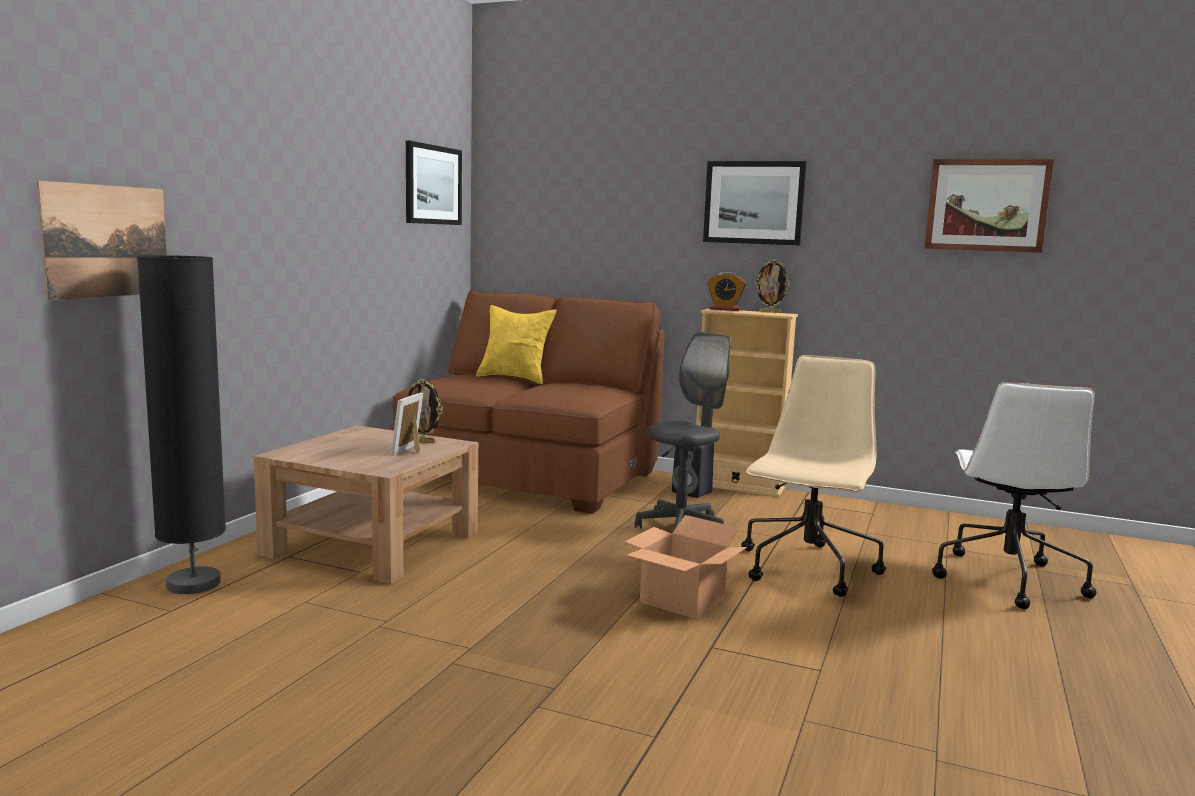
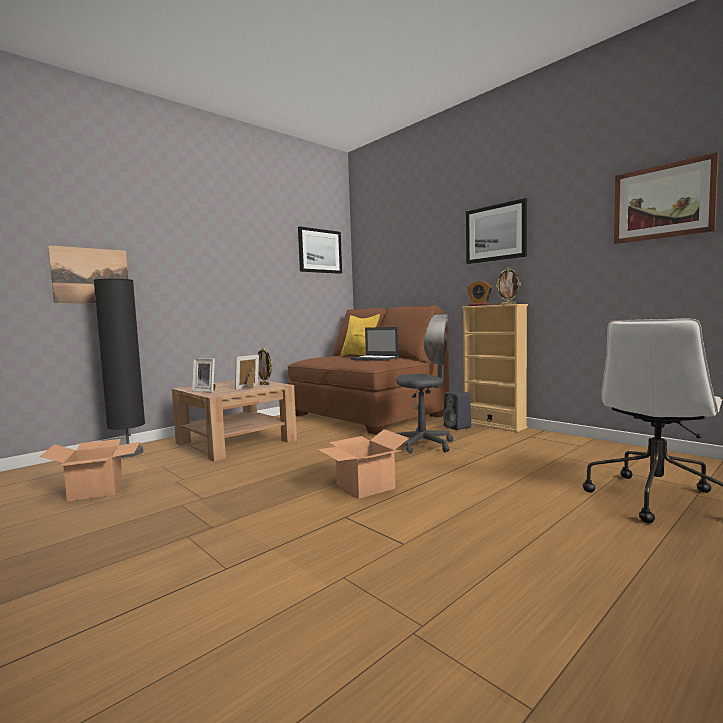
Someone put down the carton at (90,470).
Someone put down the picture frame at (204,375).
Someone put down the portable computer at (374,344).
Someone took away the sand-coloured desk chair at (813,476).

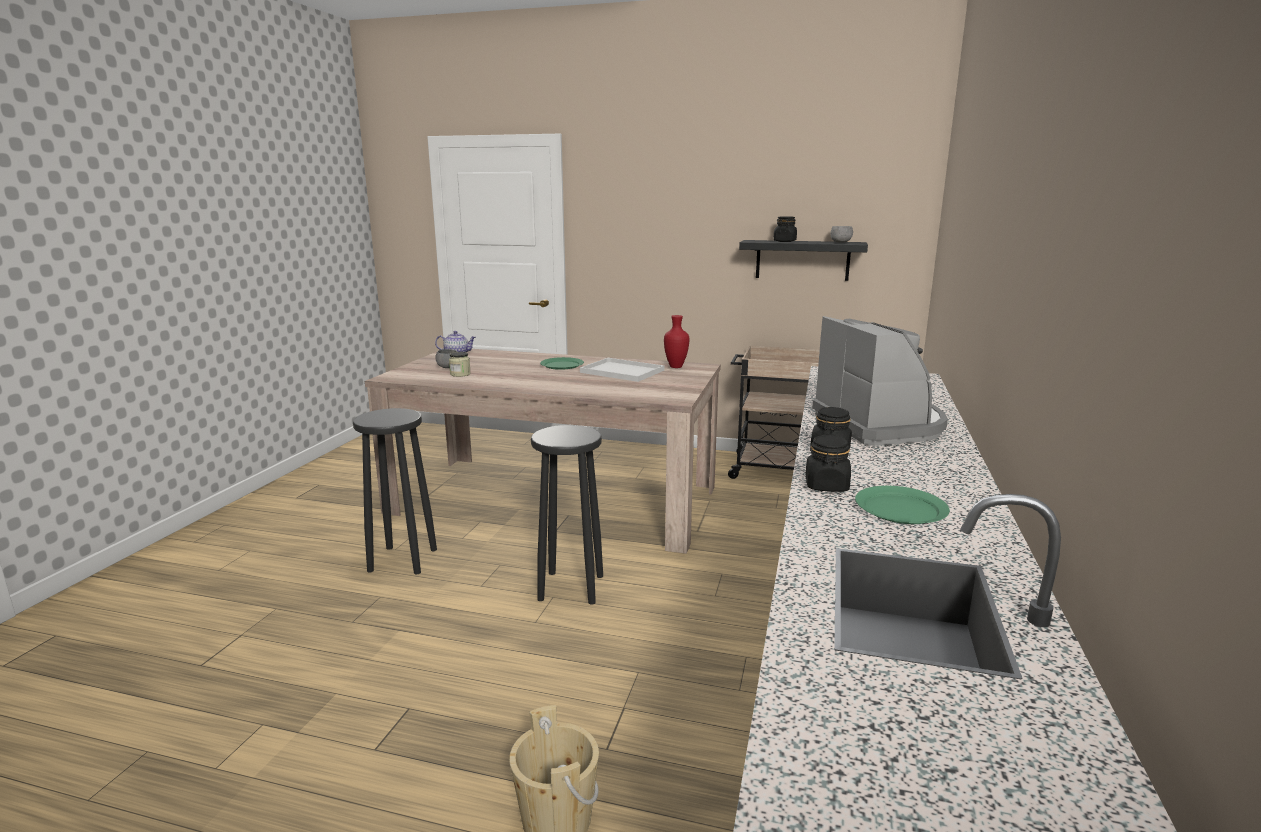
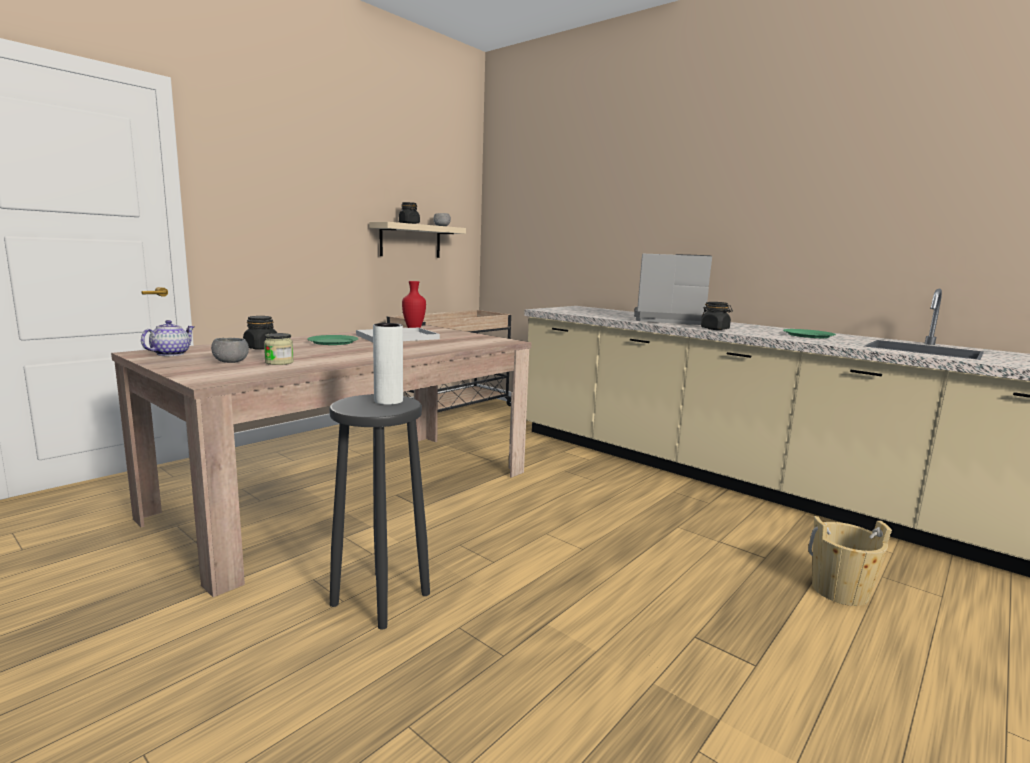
Someone carried the black jar from (828,463) to (260,333).
Someone repainted the black wall shelf at (803,260), which became the sand-coloured wall shelf at (417,240).
Someone put down the whitish flower vase at (388,364).
Someone took away the black sitting stool at (567,515).

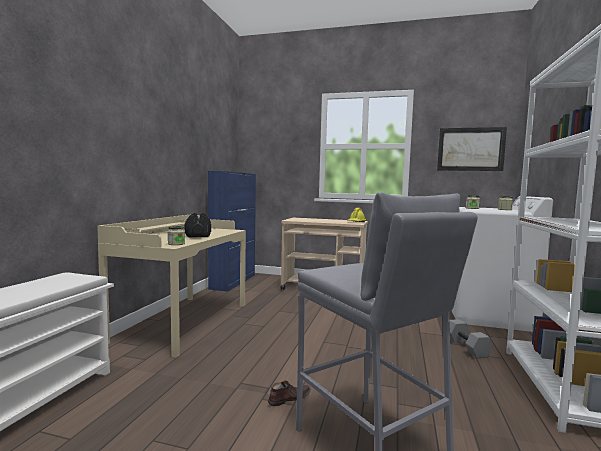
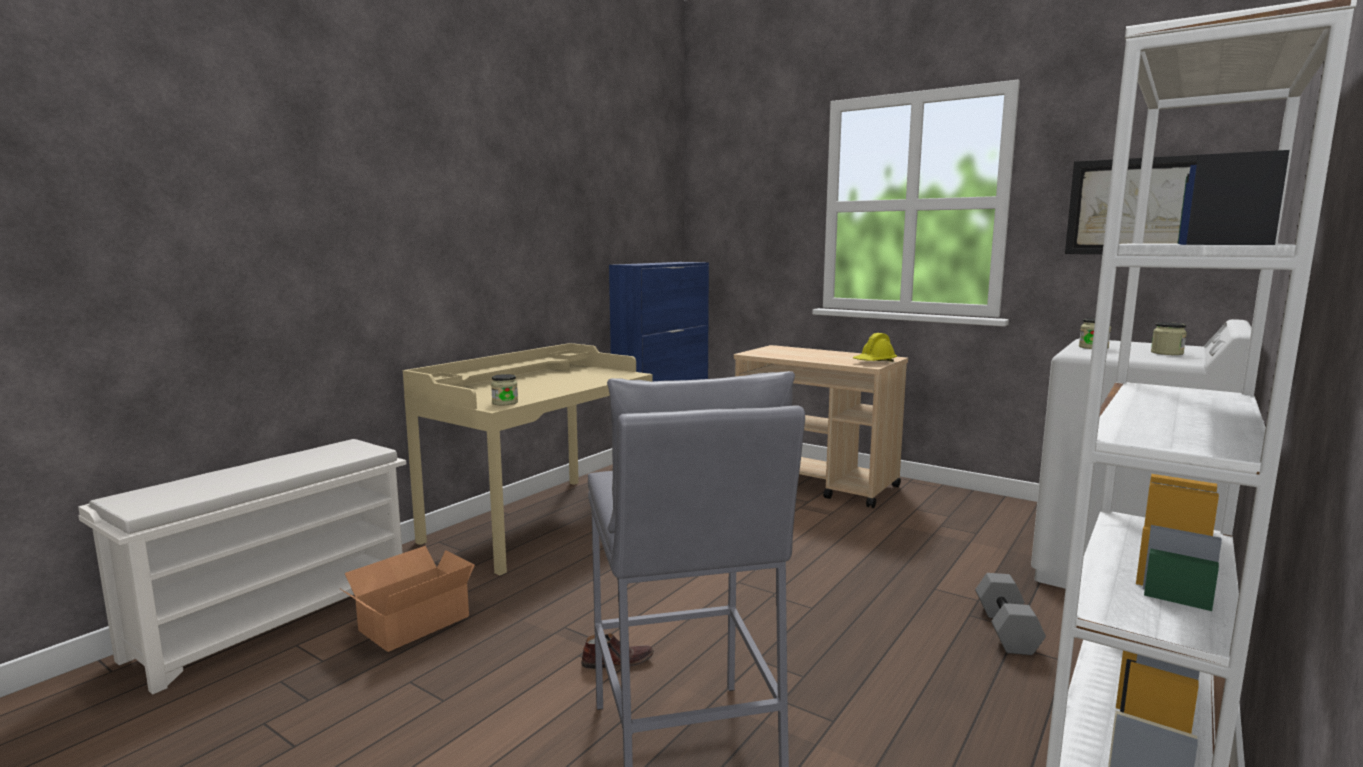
Someone put down the carton at (408,599).
Someone took away the black free weight at (197,225).

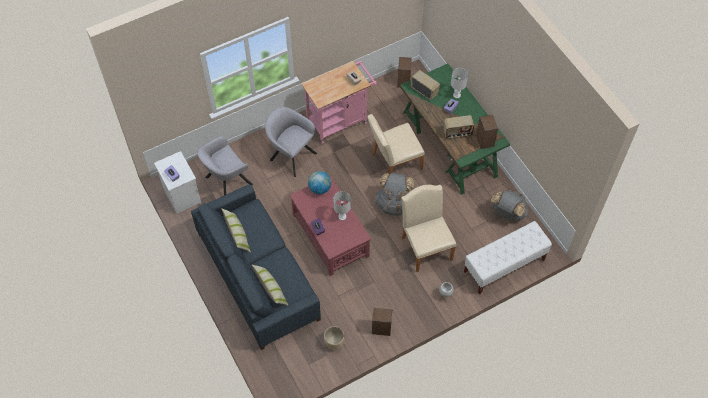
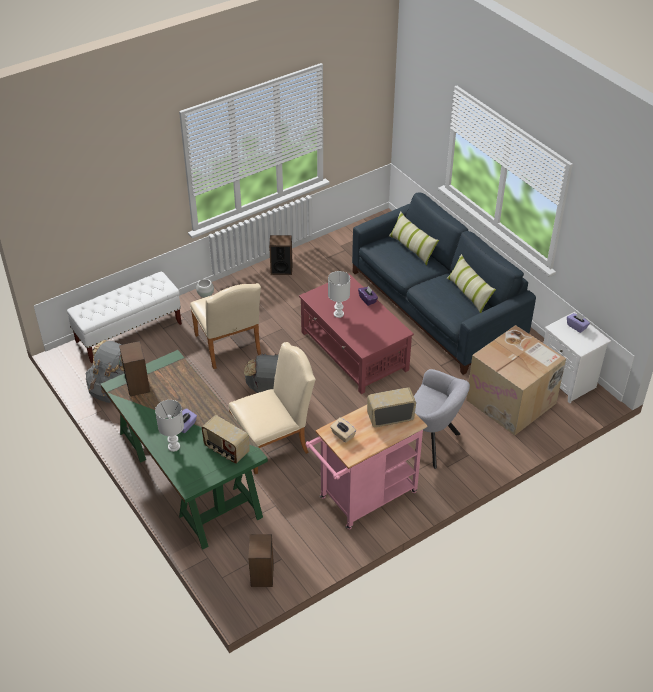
Someone carried the radio receiver from (458,127) to (391,407).
Someone swapped the greyish armchair at (225,165) for the carton at (516,380).
Someone took away the world globe at (319,182).
Someone took away the sand-coloured flower pot at (334,338).

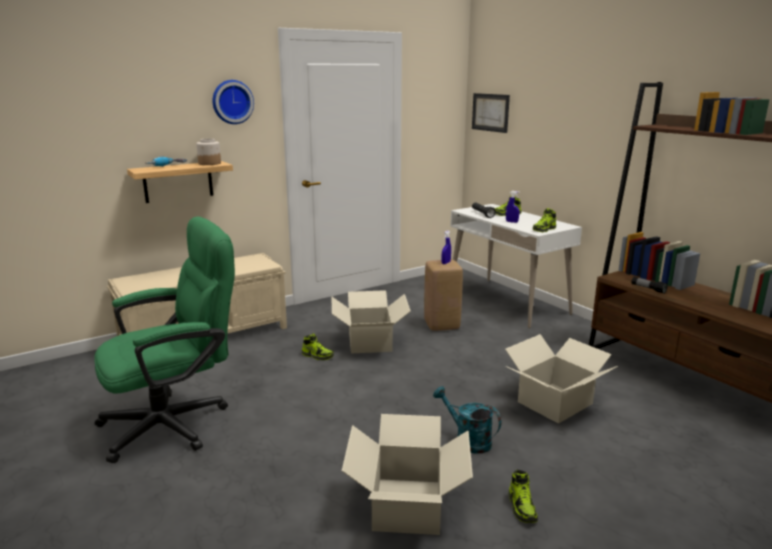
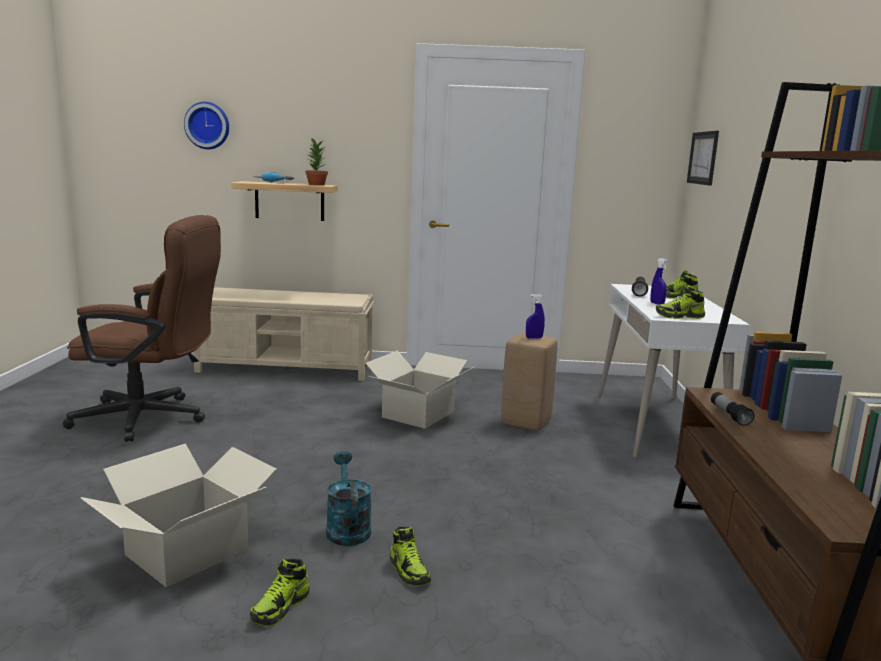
Someone repainted the green-coloured desk chair at (164,339), which became the brownish desk chair at (142,328).
Someone carried the wall clock from (233,102) to (206,125).
Someone swapped the jar at (208,151) for the plant in a pot at (316,161).
Someone carried the shoe from (318,346) to (410,556).
Someone took away the carton at (561,379).

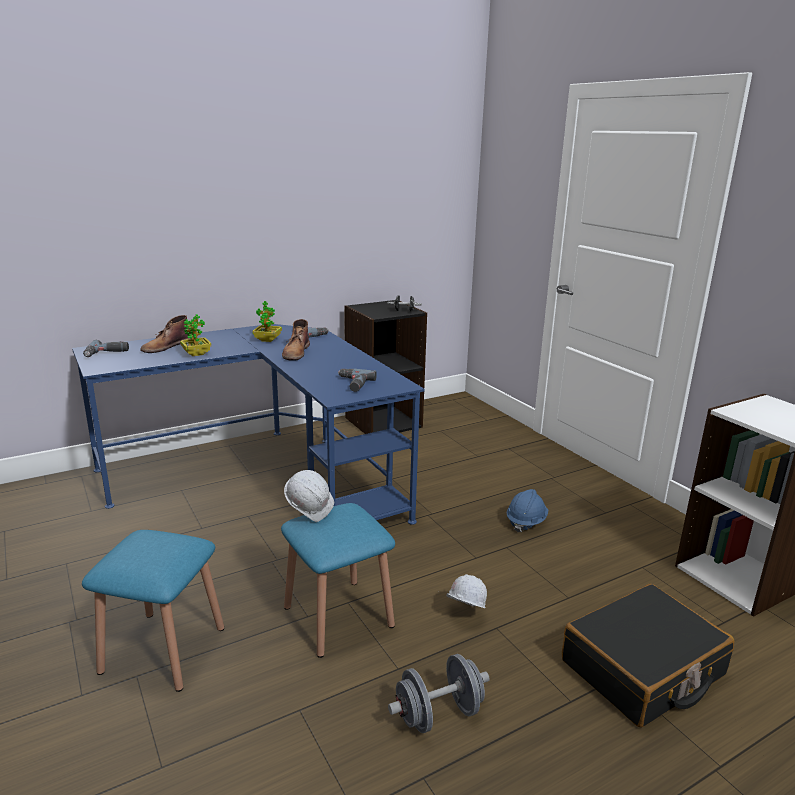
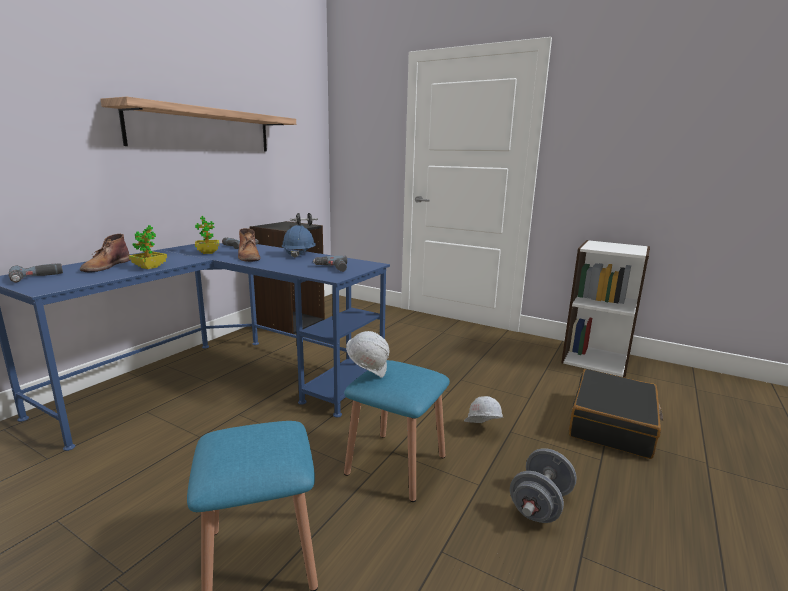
Someone put up the wall shelf at (198,124).
Someone carried the blue work helmet from (528,510) to (299,241).

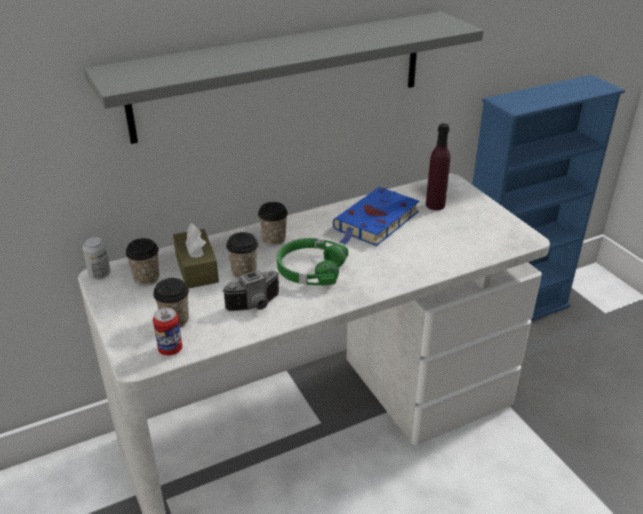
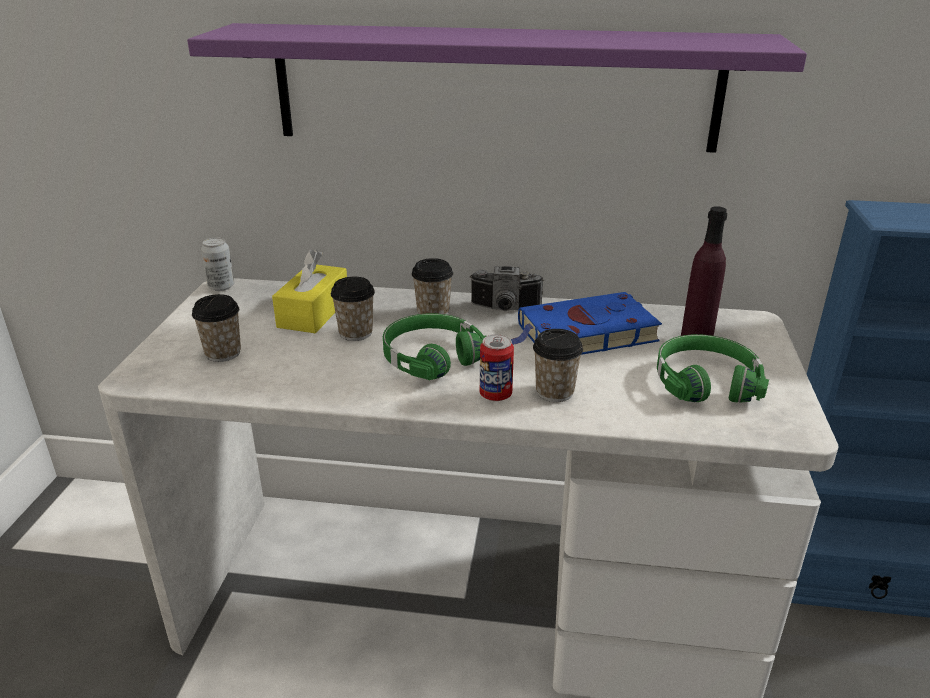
Someone repainted the greyish wall shelf at (283,77), which became the purple-coloured wall shelf at (497,88).
Someone repainted the brownish tissue holder at (196,256), which became the yellow tissue holder at (309,291).
Someone carried the photo camera from (251,290) to (506,288).
Someone carried the can from (167,332) to (497,367).
Someone carried the cup from (142,262) to (558,365).
Someone put down the green-coloured headset at (713,368).

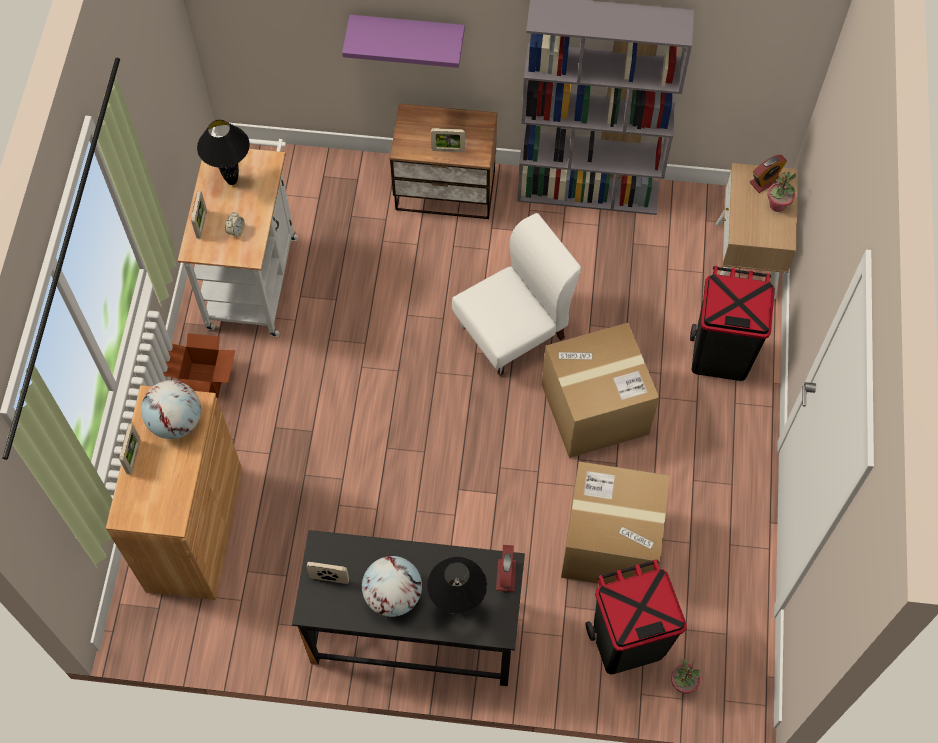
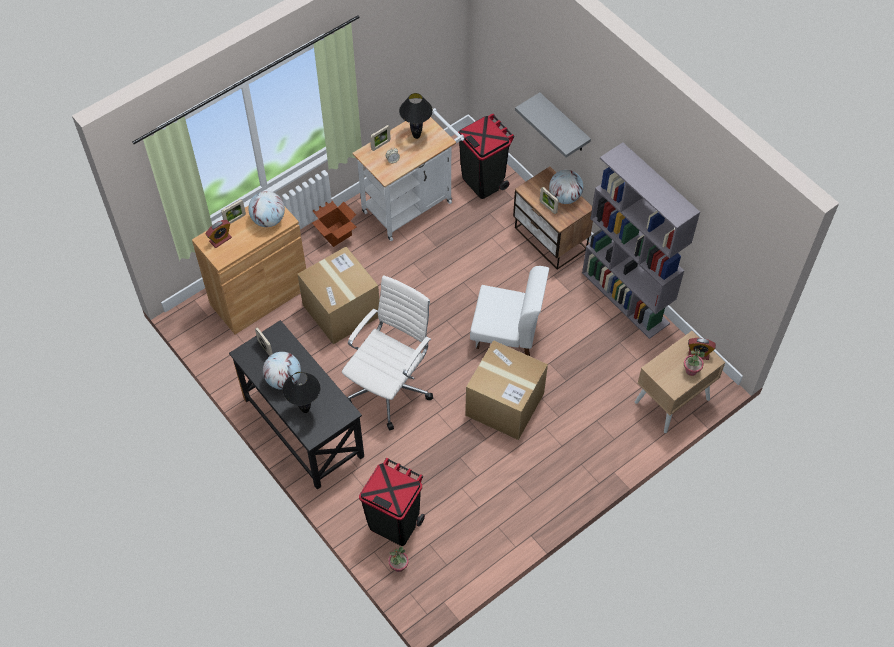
Someone carried the alarm clock from (506,568) to (218,234).
Someone carried the carton from (615,522) to (338,295).
Someone put down the whitish desk chair at (387,353).
Someone carried the black trash can from (732,323) to (486,156).
Someone repainted the purple-coloured wall shelf at (403,41), which became the greyish wall shelf at (553,125).
Someone put down the world globe at (566,187).

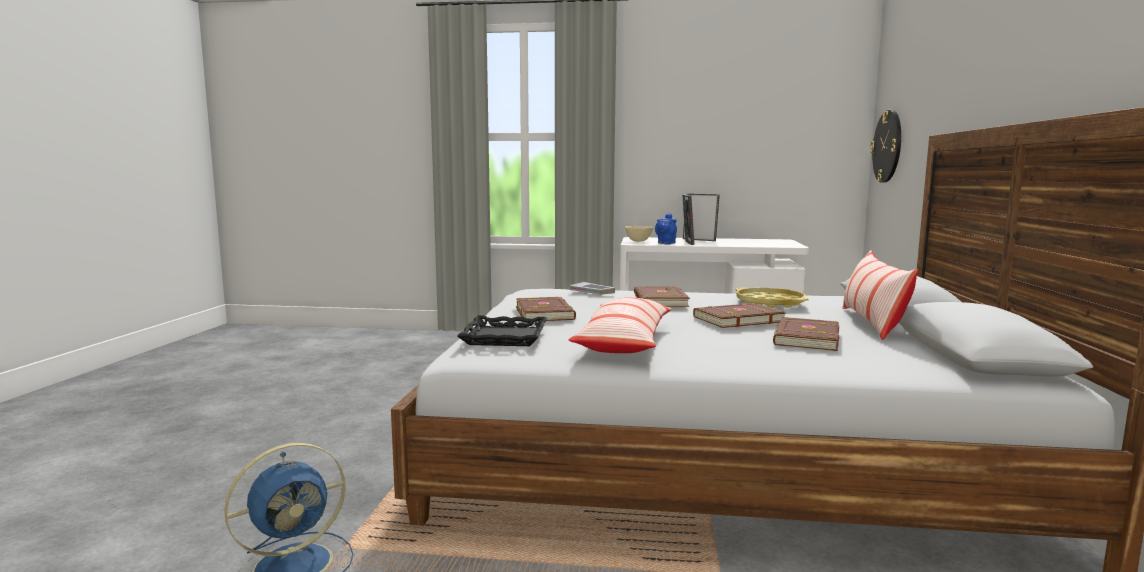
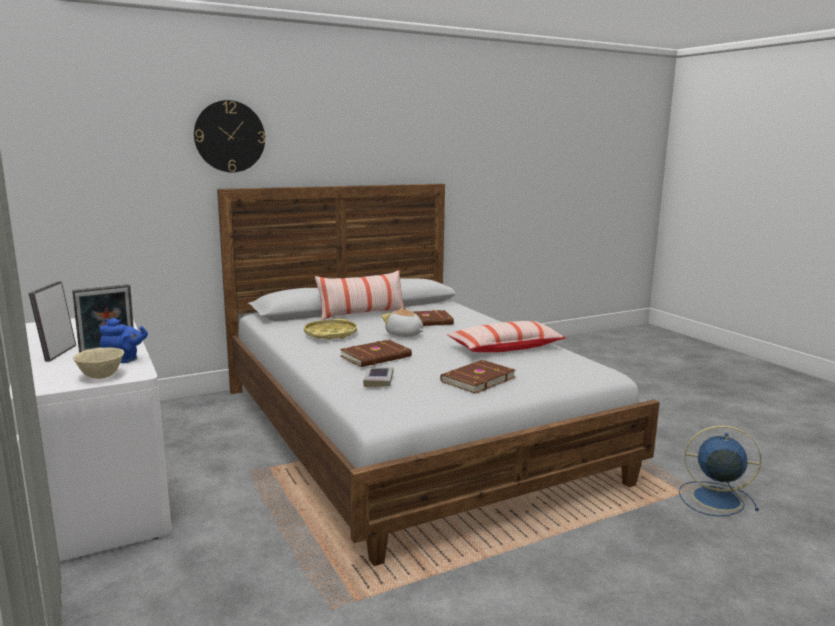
Someone carried the wall clock from (885,146) to (229,136).
Someone swapped the brownish volume at (739,315) for the soft toy at (402,322).
Someone took away the black tray at (502,331).

